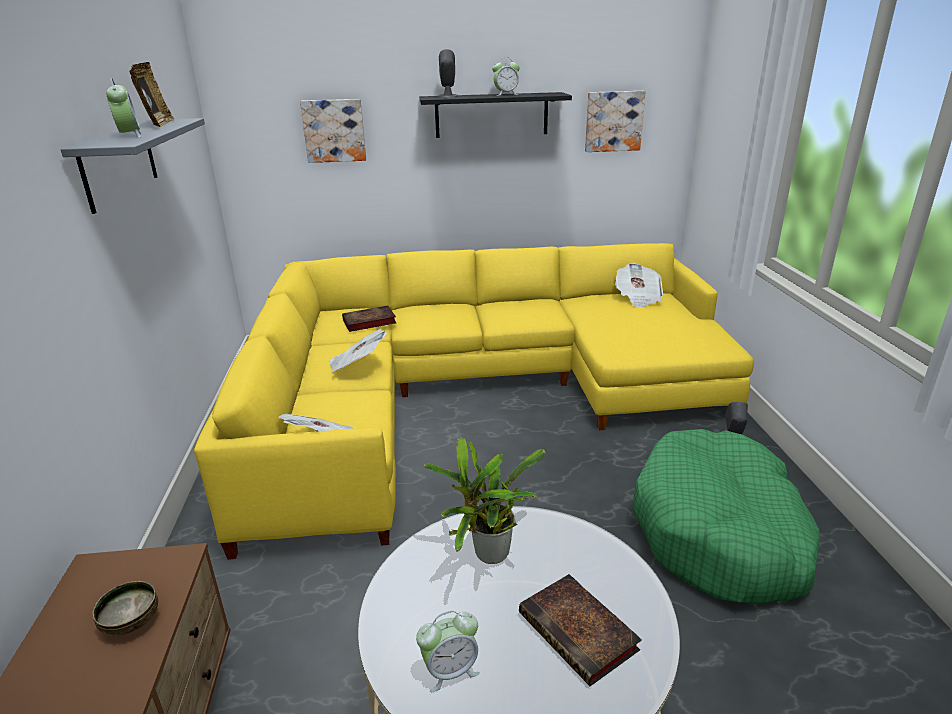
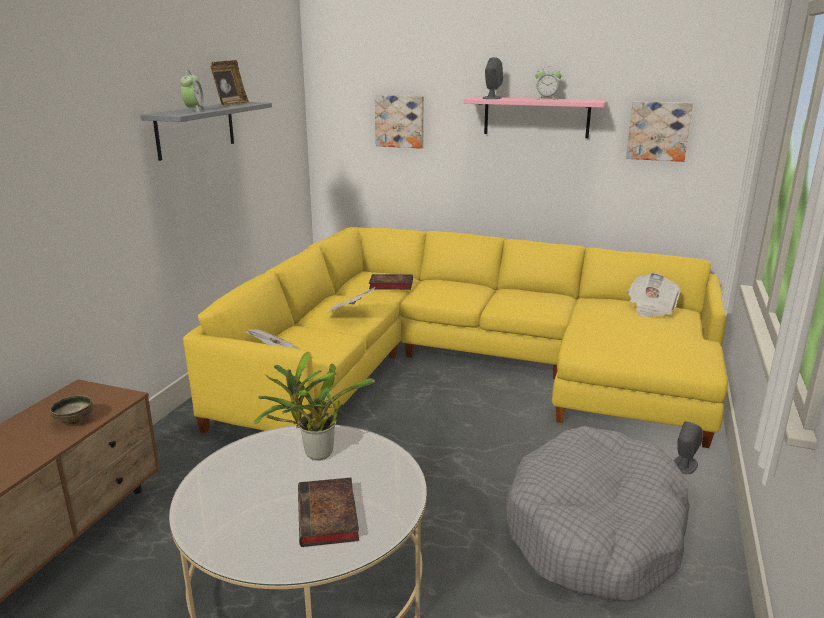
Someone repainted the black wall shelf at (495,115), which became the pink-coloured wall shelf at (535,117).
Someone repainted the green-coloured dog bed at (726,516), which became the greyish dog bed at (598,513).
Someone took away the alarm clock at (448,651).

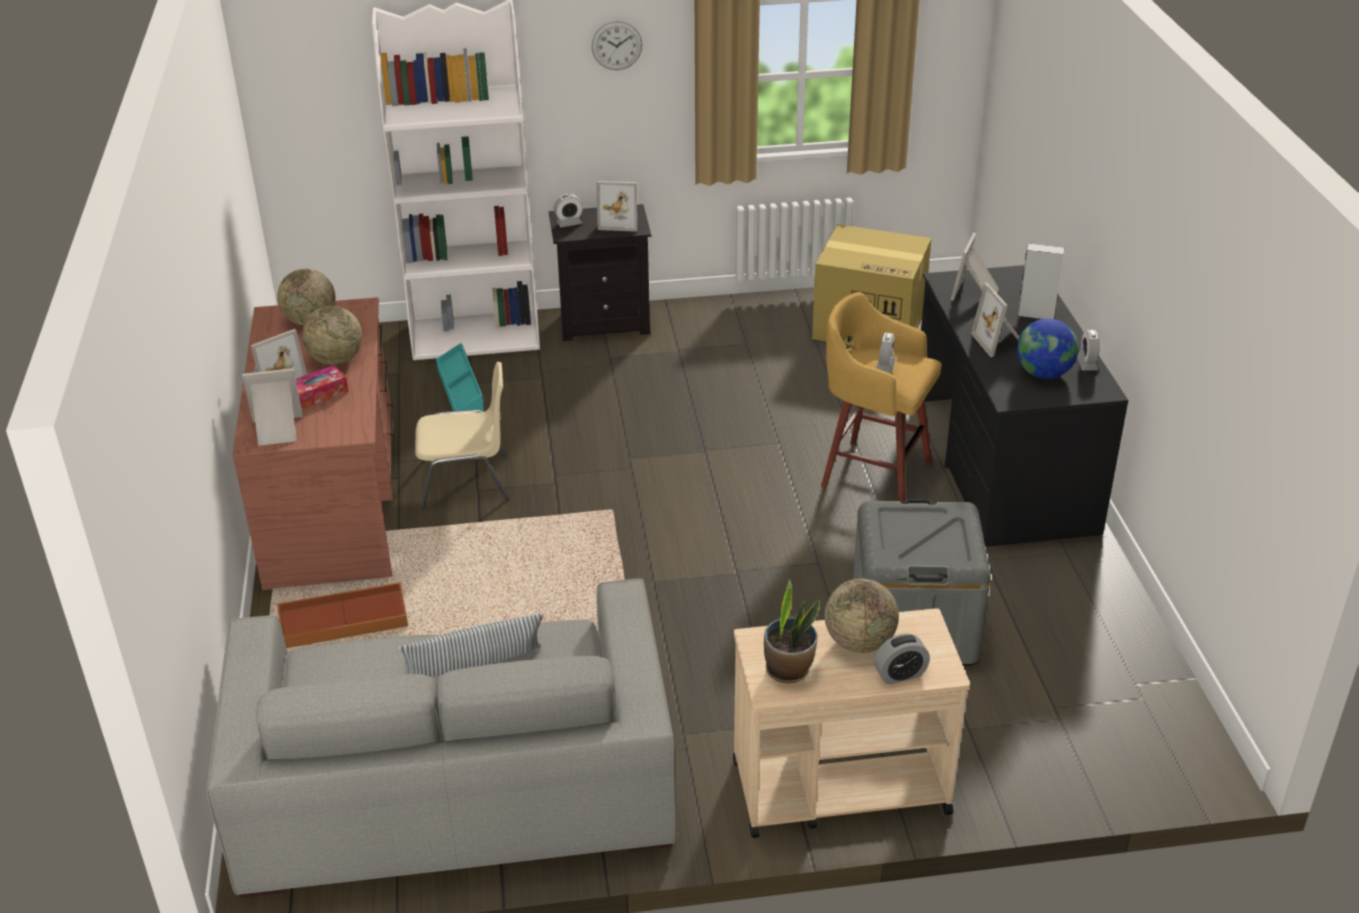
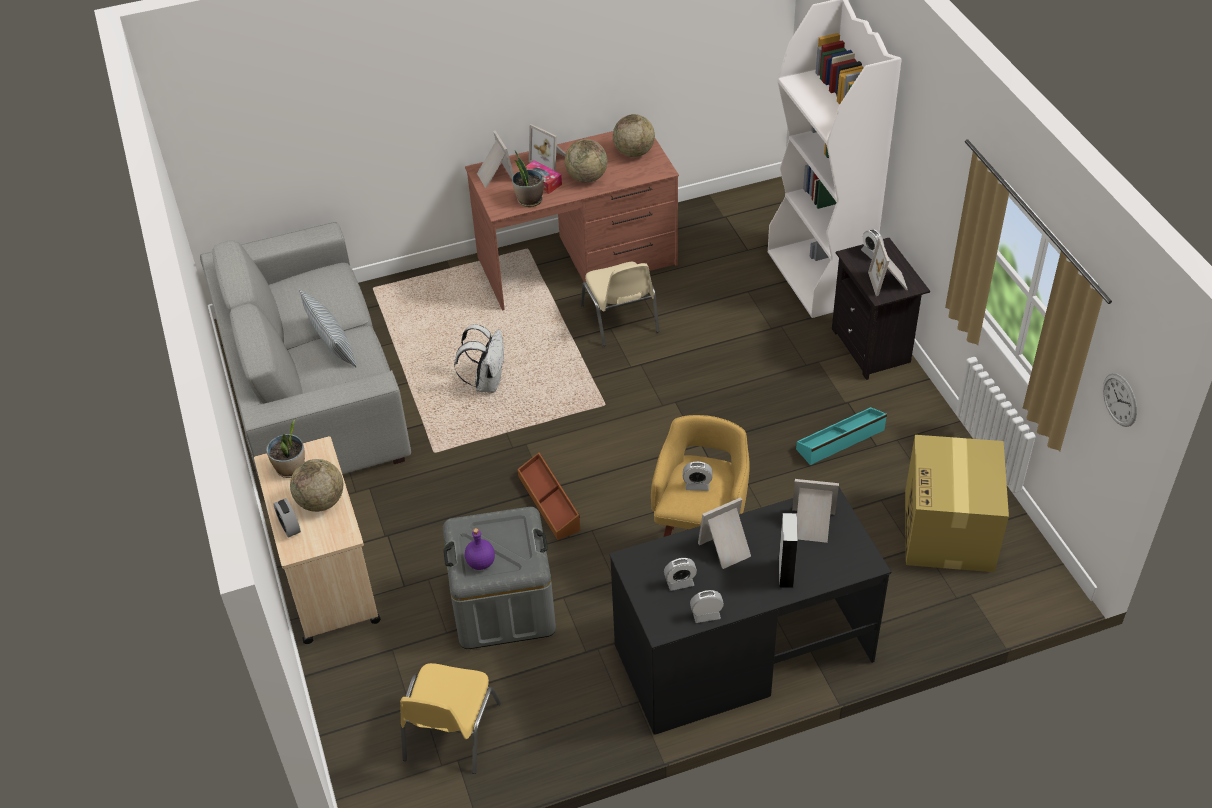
Someone put down the yellow plain chair at (450,718).
Someone put down the whitish rucksack at (479,358).
Someone put down the purple-coloured drink bottle at (480,549).
Someone put down the plant in a pot at (528,179).
Someone carried the brownish storage box from (342,615) to (548,496).
Someone swapped the world globe at (1047,349) for the alarm clock at (680,574).
Someone carried the turquoise-coloured storage box from (460,377) to (841,436).
Someone carried the wall clock from (617,45) to (1120,400).

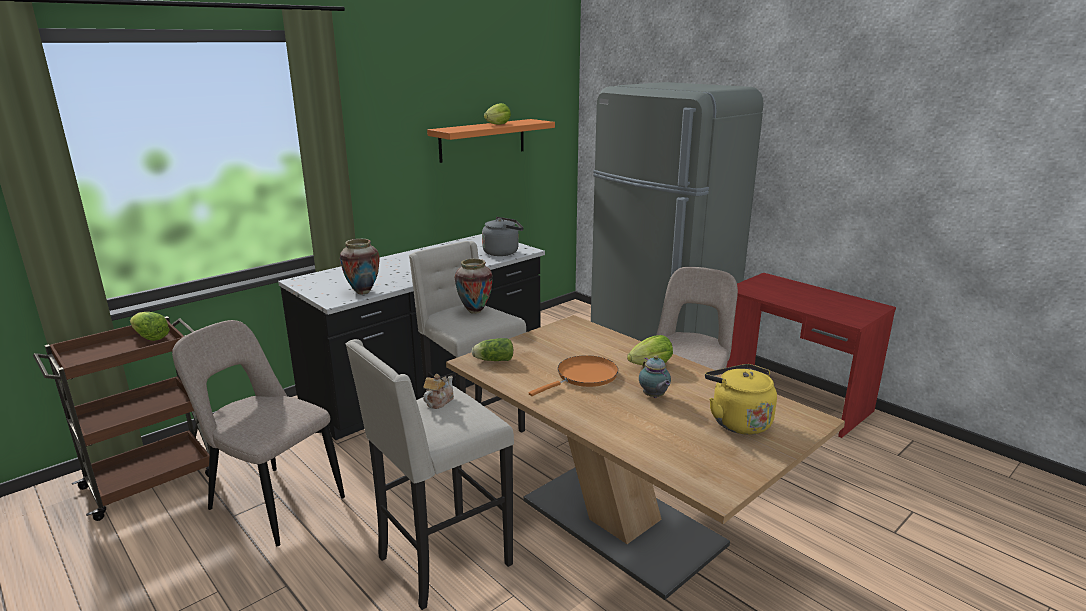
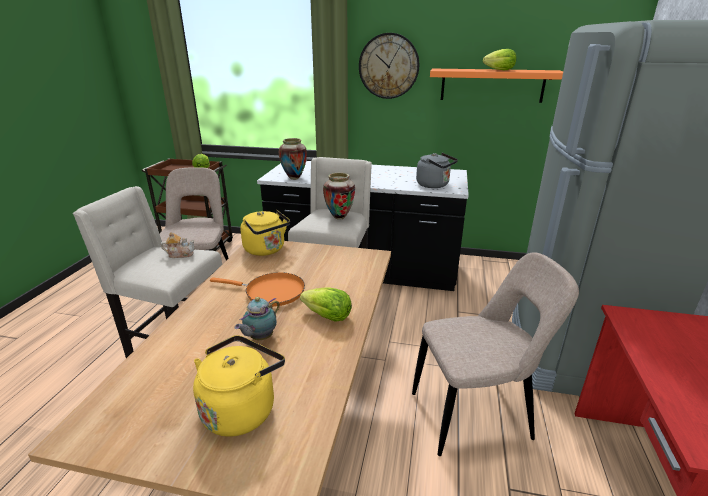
Someone swapped the lettuce head at (492,349) for the yellow kettle at (265,233).
Someone put up the wall clock at (389,66).

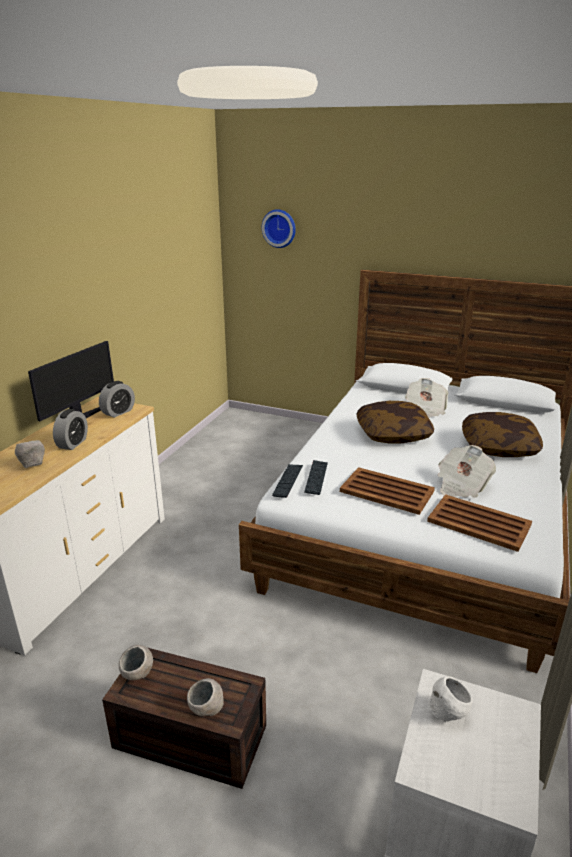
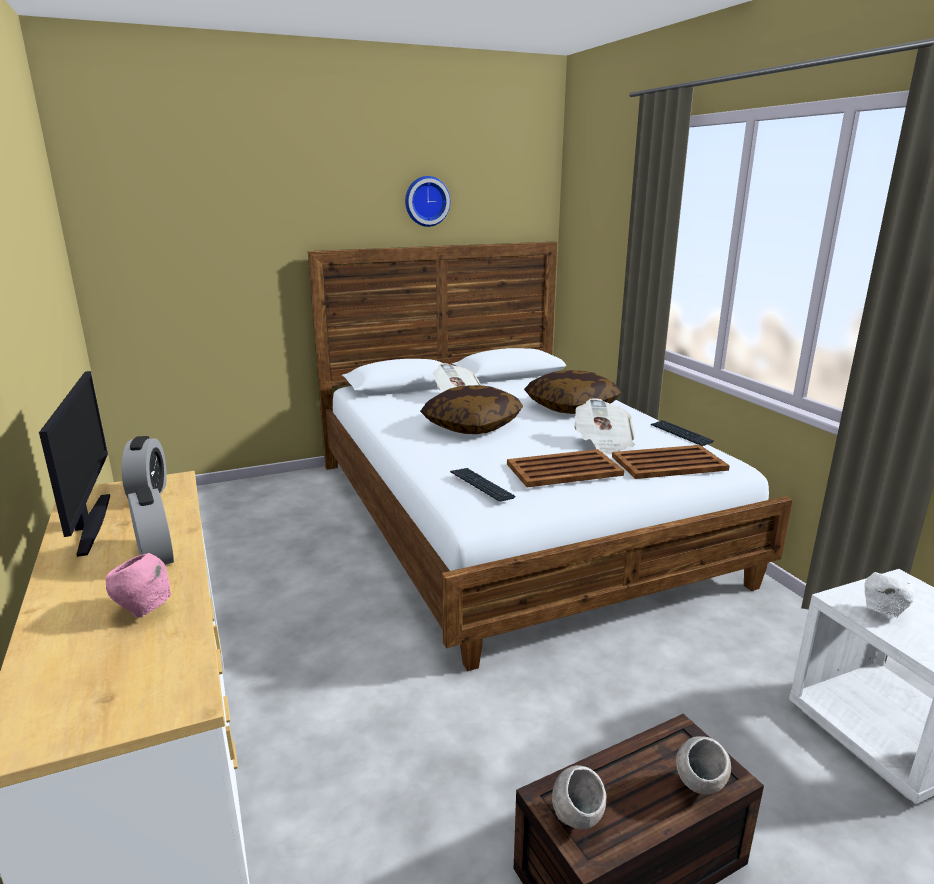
Someone repainted the greyish deep dish at (30,454), which became the pink-coloured deep dish at (139,585).
Someone carried the wall clock from (279,228) to (427,201).
Someone carried the keyboard from (287,481) to (682,433).

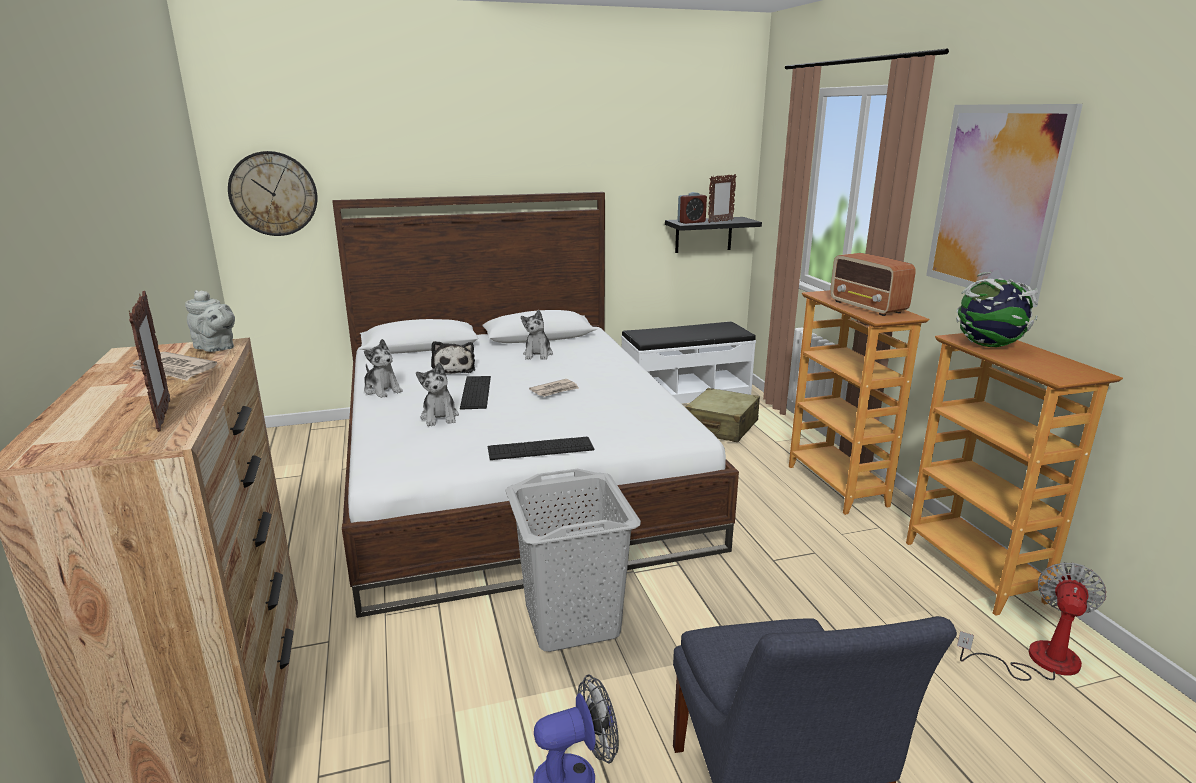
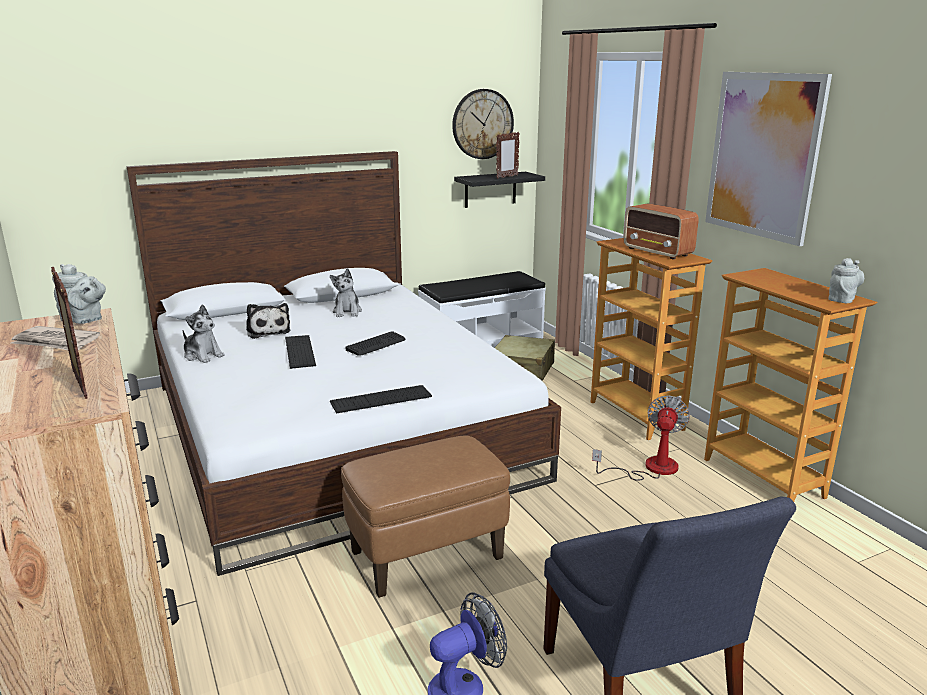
Someone swapped the greyish washing basket at (573,560) for the brownish ottoman at (425,517).
Someone swapped the newspaper at (554,388) for the keyboard at (375,343).
Someone carried the wall clock from (272,193) to (483,124).
Someone carried the fan from (1032,621) to (641,438).
Someone put down the greyish teapot at (846,280).
Someone took away the soft toy at (437,394).
Someone took away the alarm clock at (692,208).
Someone took away the world globe at (997,309).

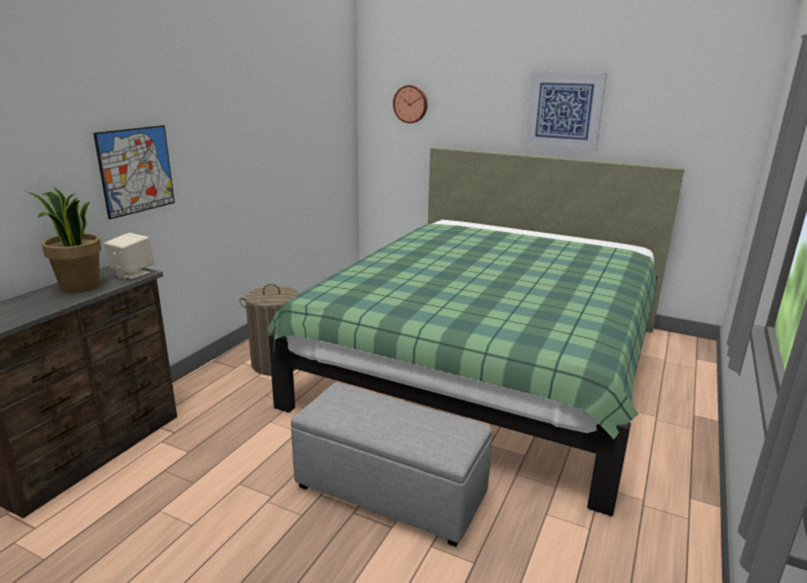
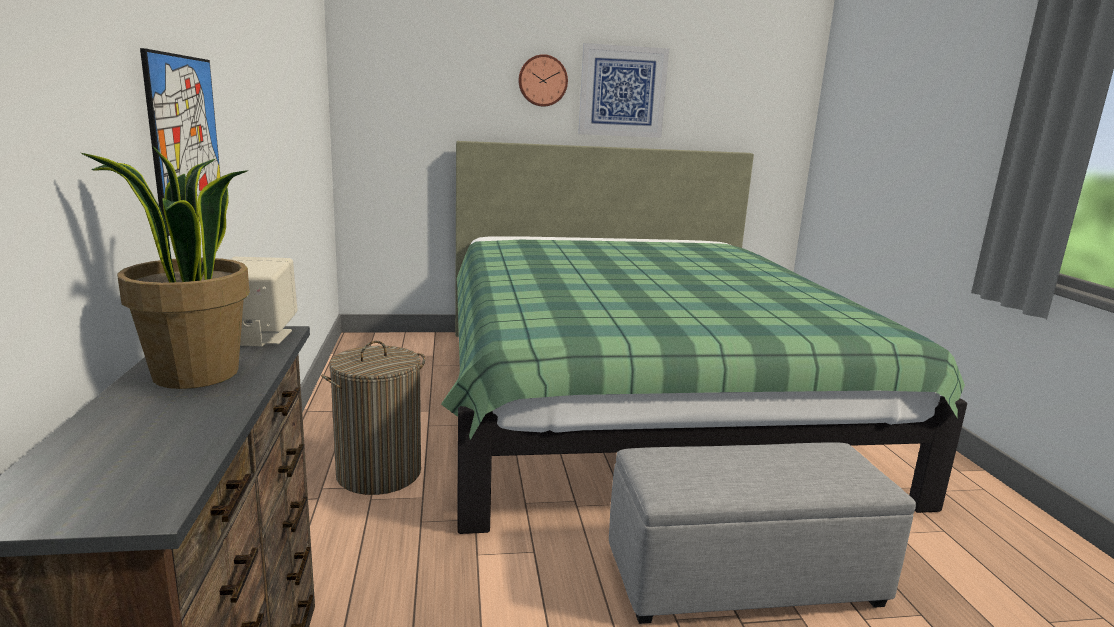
Someone carried the wall clock from (410,104) to (543,80).

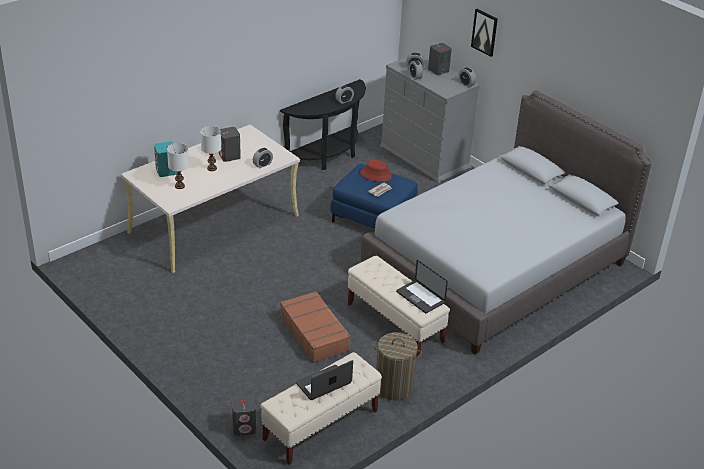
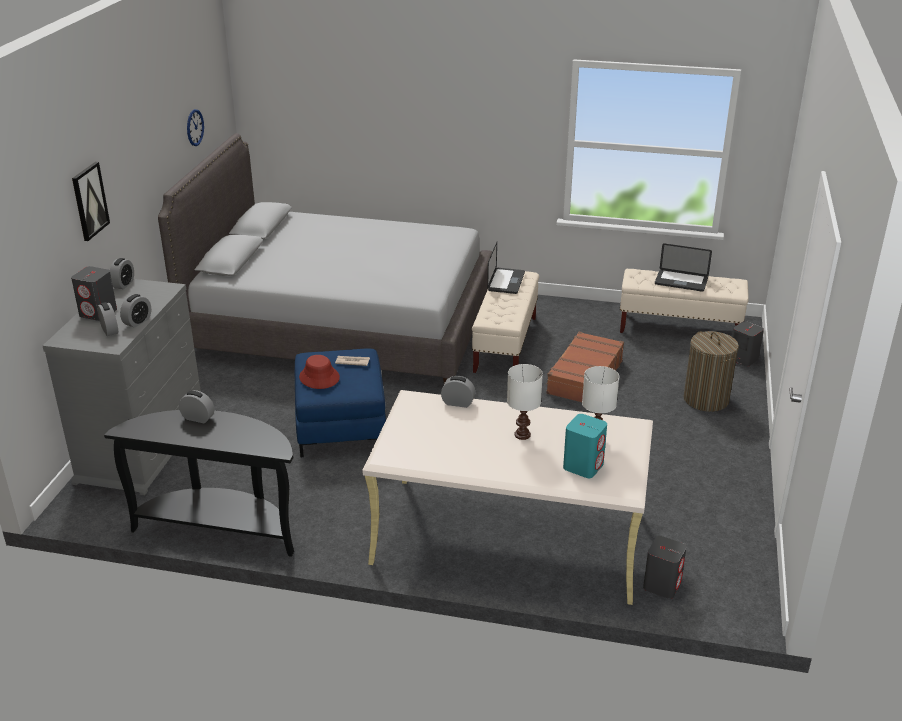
Someone put up the wall clock at (195,127).
Someone carried the greyish audio speaker from (230,144) to (665,567).
Someone carried the washing basket from (397,366) to (711,371).

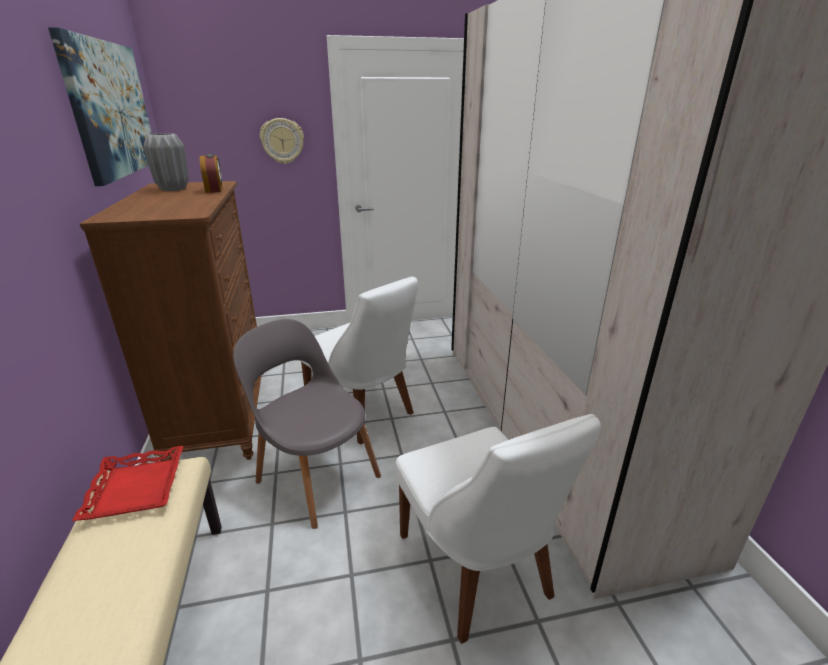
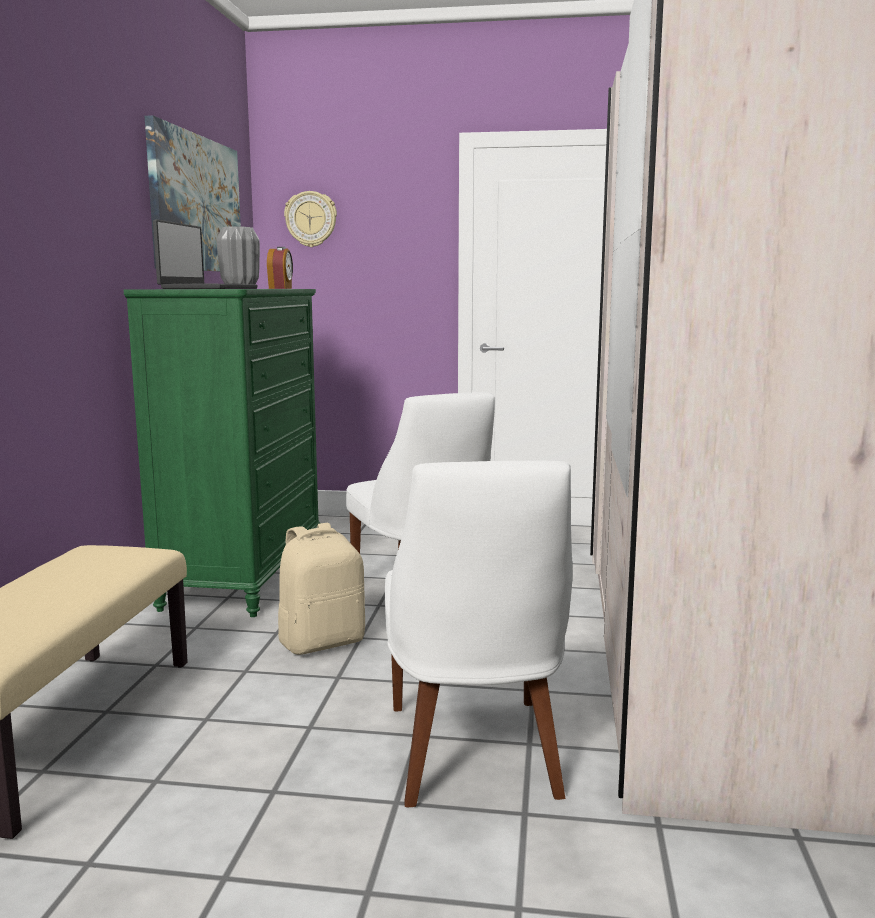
Someone repainted the brownish chest of drawers at (171,321), which became the green-coloured chest of drawers at (222,453).
Someone put down the portable computer at (205,254).
Someone swapped the greyish plain chair at (307,424) for the sand-coloured rucksack at (321,589).
Someone carried the wall clock from (282,141) to (310,219).
Someone took away the red tray at (127,483).

